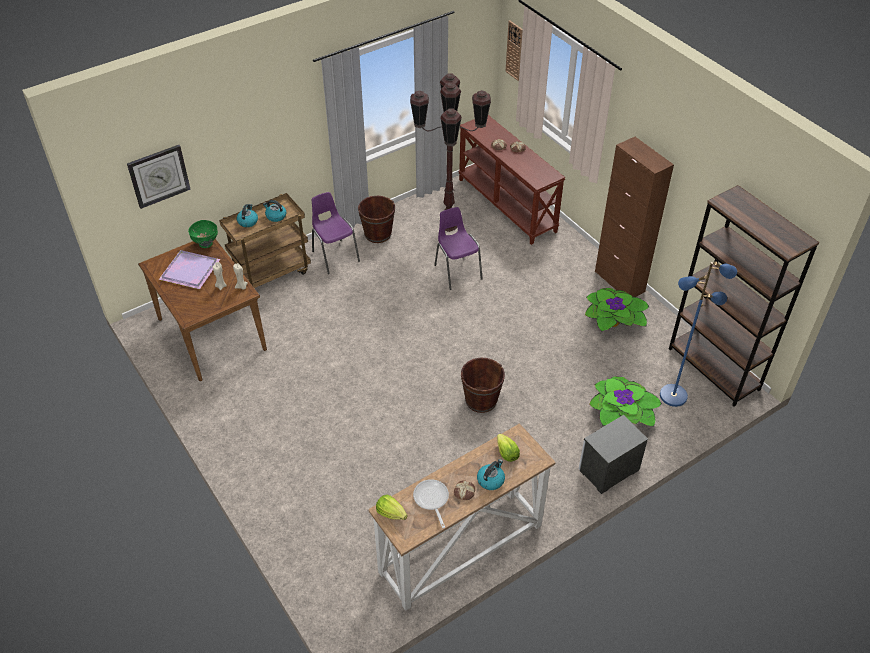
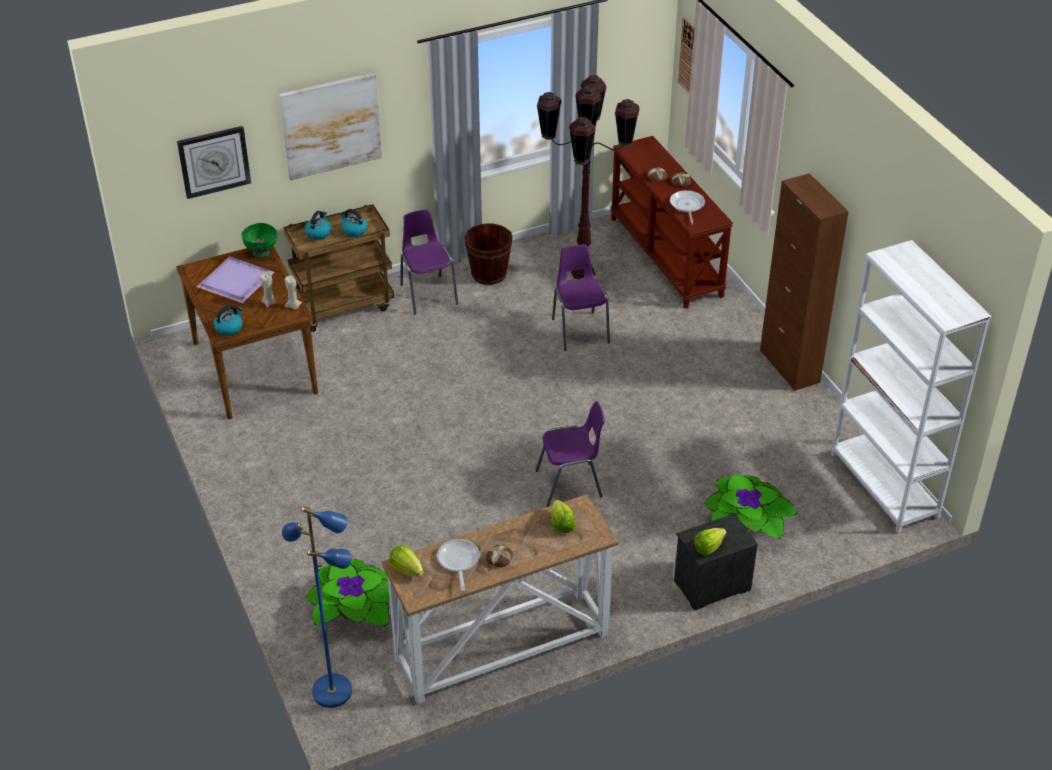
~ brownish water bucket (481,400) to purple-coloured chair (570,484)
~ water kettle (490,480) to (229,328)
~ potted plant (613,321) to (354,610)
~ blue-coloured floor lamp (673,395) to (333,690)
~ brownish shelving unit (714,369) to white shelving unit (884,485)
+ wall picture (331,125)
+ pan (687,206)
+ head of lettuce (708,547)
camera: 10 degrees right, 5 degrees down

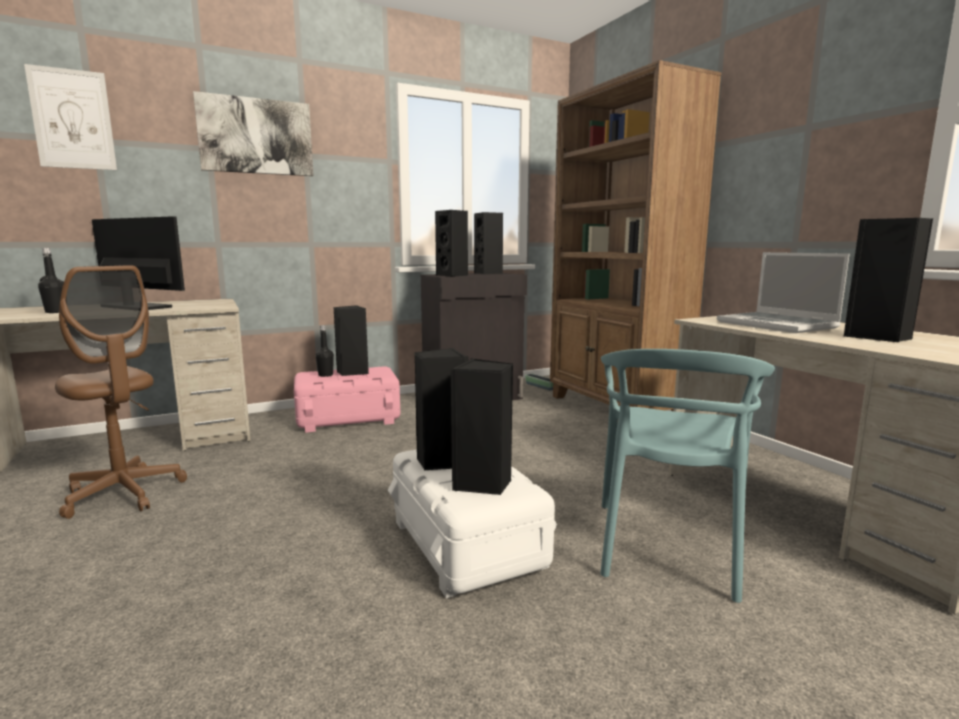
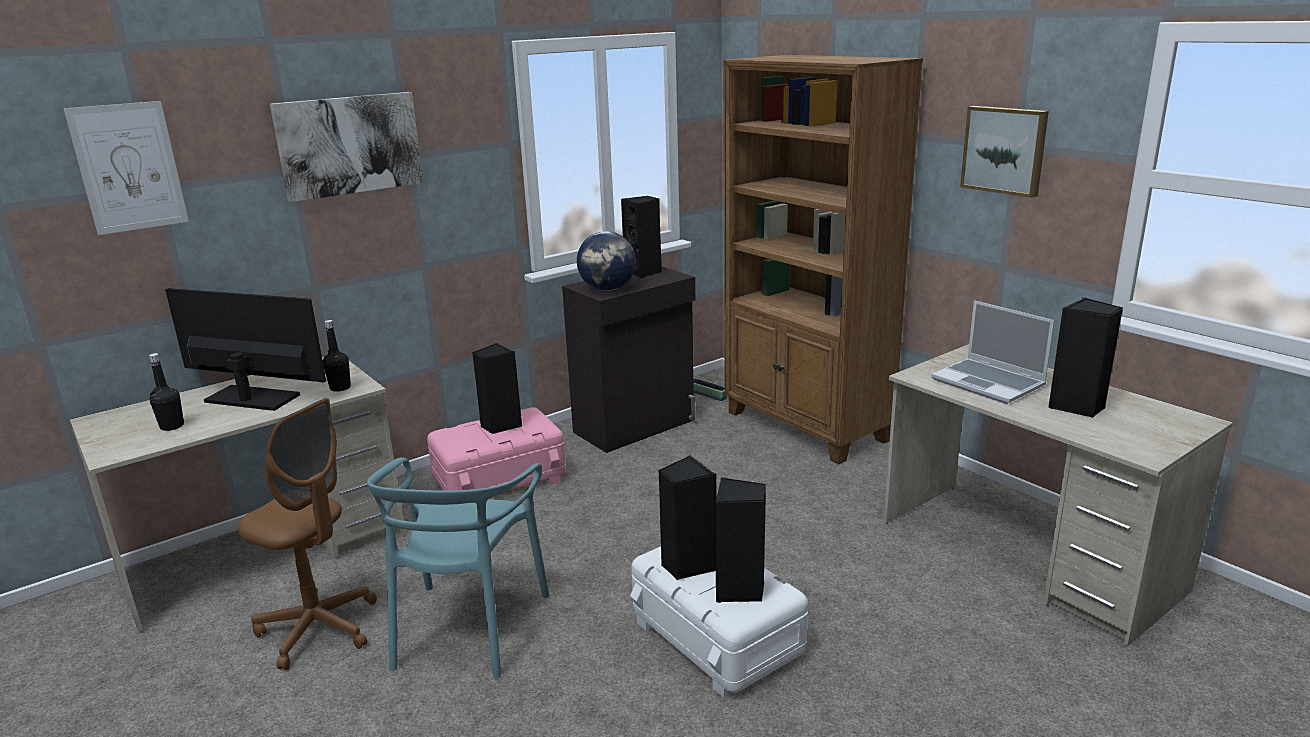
~ blackish drink bottle (325,375) to (340,388)
~ blackish audio speaker (453,275) to globe (608,289)
~ turquoise-coloured chair (668,546) to (468,628)
+ wall picture (1005,150)
camera: 10 degrees left, 10 degrees up

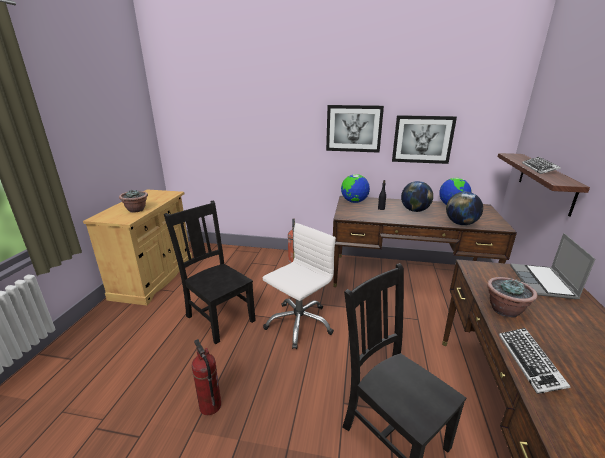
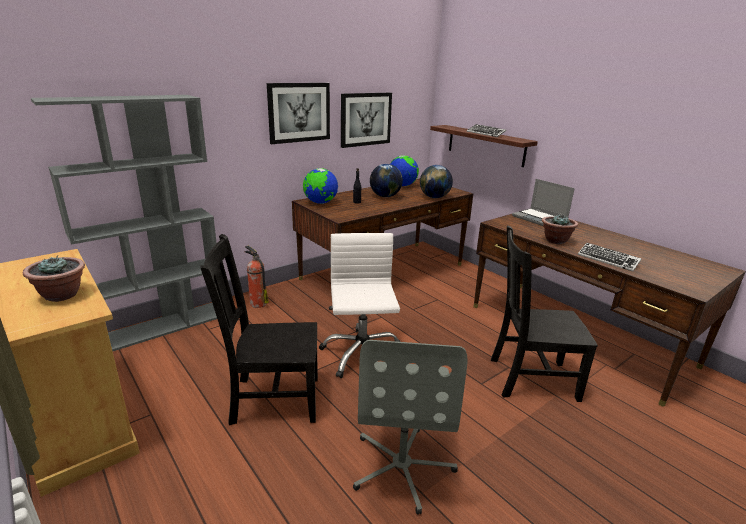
~ fire extinguisher (209,406) to greyish office chair (402,466)
+ greyish shelving unit (162,326)
camera: 50 degrees left, 0 degrees up

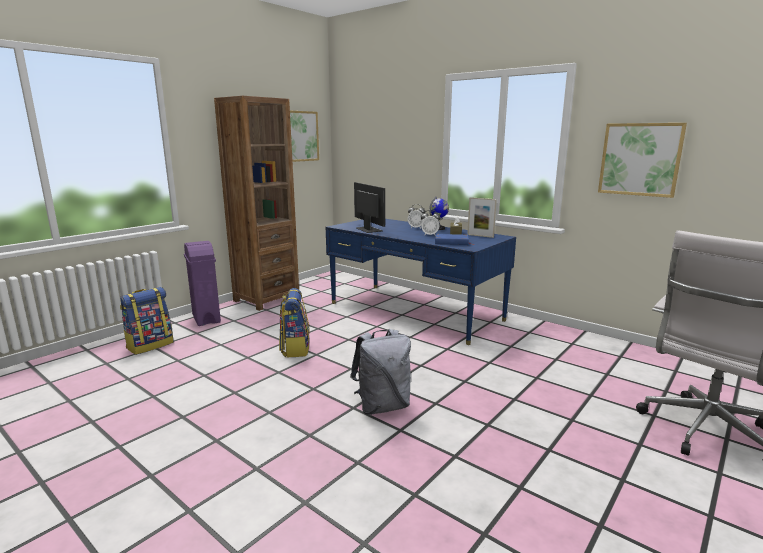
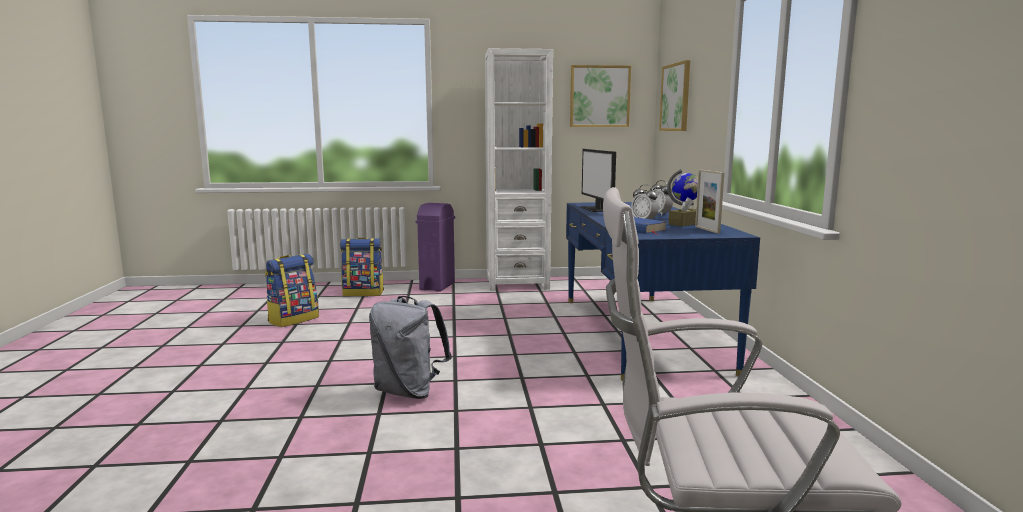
~ brownish shelving unit (266,299) to white shelving unit (517,284)
~ rucksack (295,348) to (293,320)
~ computer screen (368,229) = (597,209) 150 degrees clockwise
~ wall picture (640,159) to (676,97)
camera: 45 degrees right, 5 degrees down

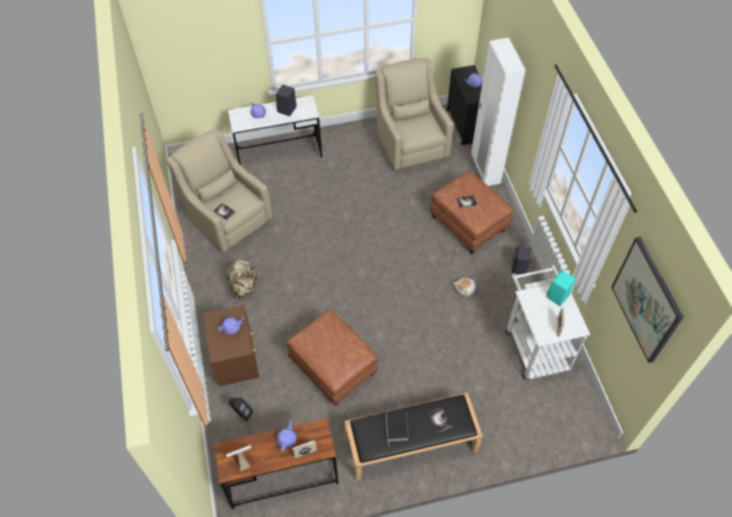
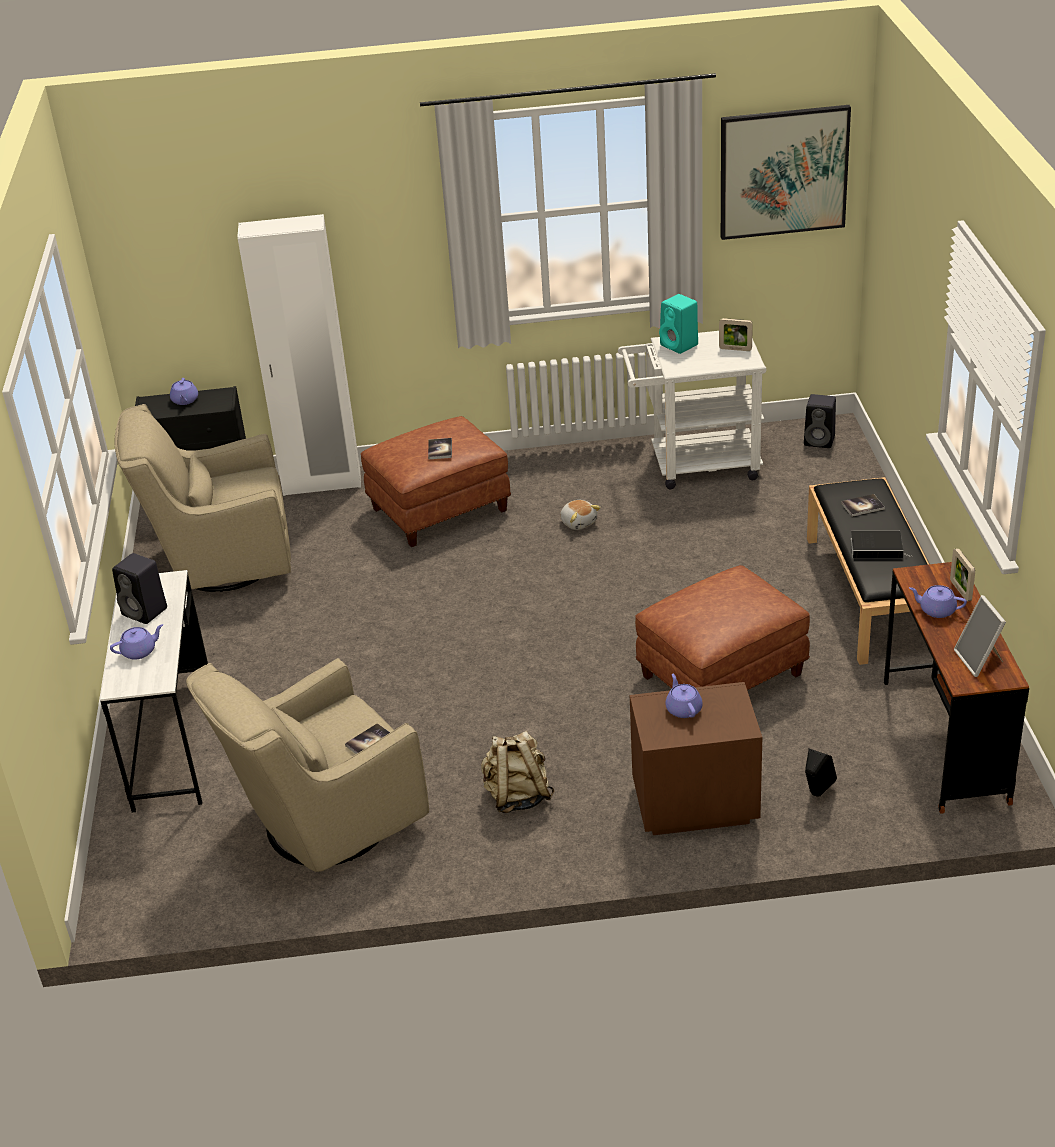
~ blackish audio speaker (519,268) to (820,441)
camera: 80 degrees left, 20 degrees down

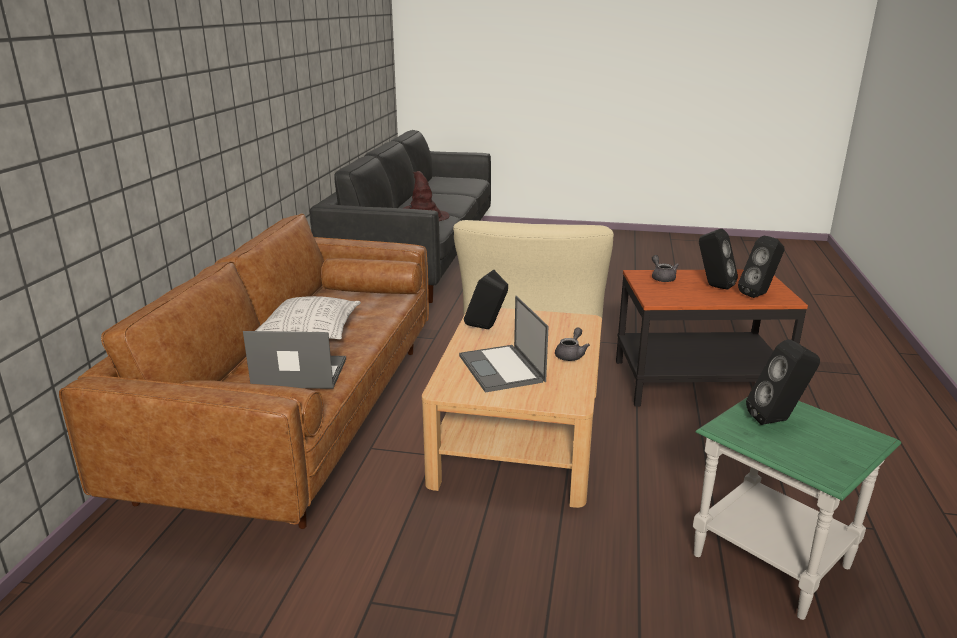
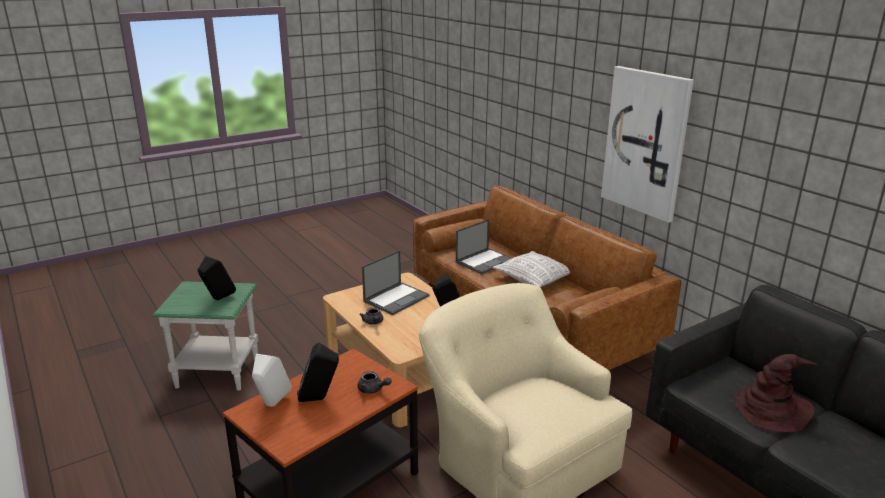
~ portable computer (502,369) = (396,298) 105 degrees clockwise
~ blackish audio speaker (759,295) to white audio speaker (272,405)
+ wall picture (646,142)
camera: 135 degrees right, 0 degrees up

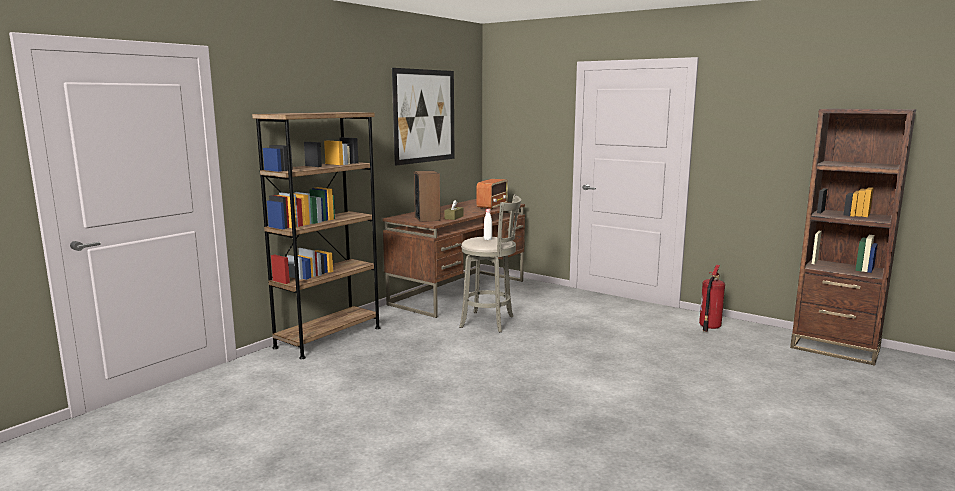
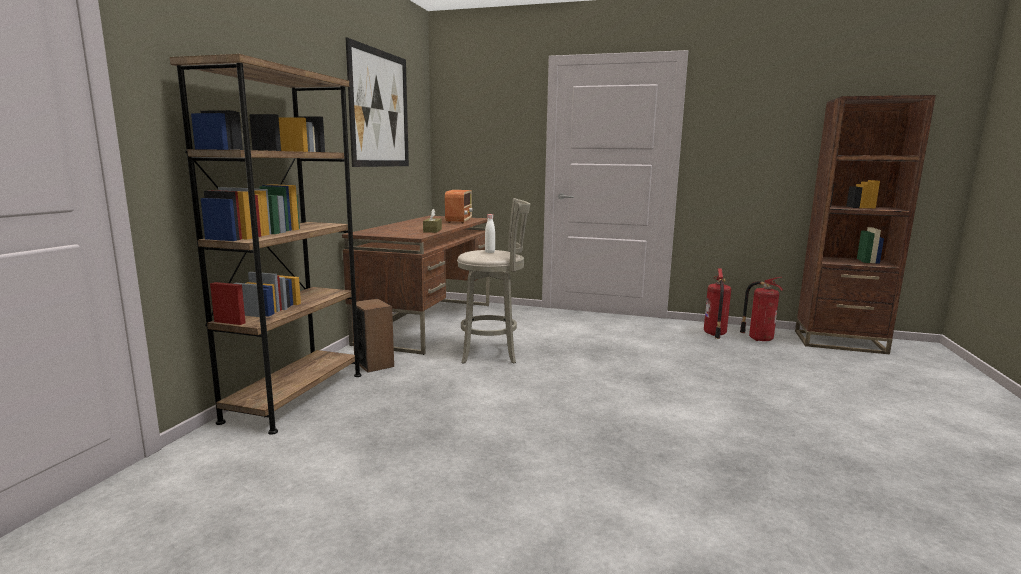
~ audio speaker (427,218) to (374,364)
+ fire extinguisher (759,339)
camera: 20 degrees left, 0 degrees up

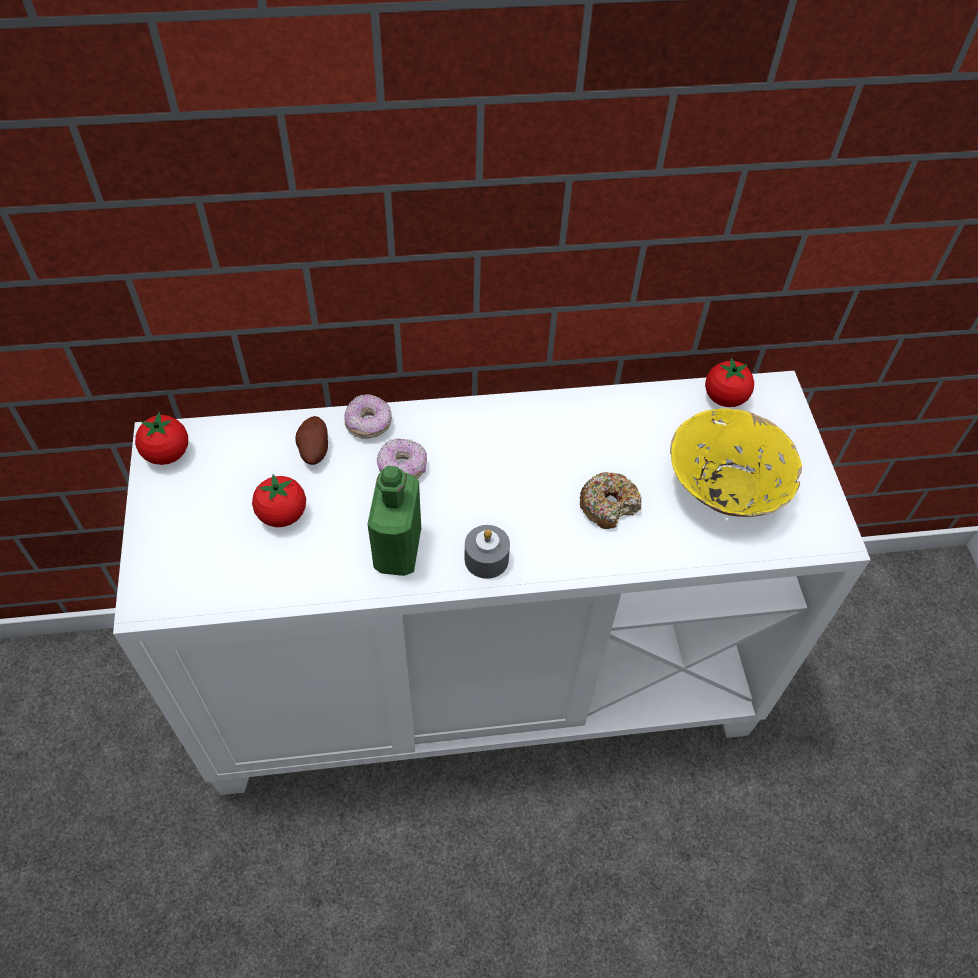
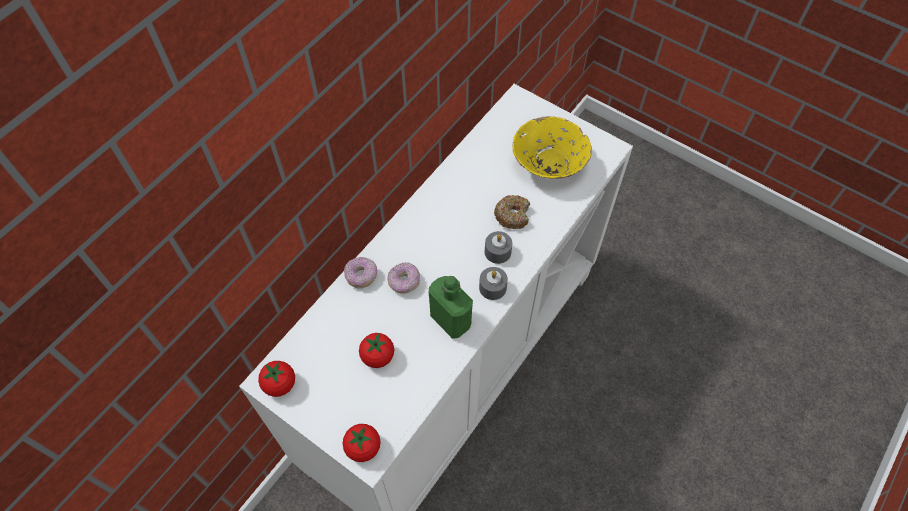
- spud (313,450)
~ whole tomato (724,398) to (363,447)
+ greyish candle (497,252)
camera: 45 degrees left, 5 degrees up

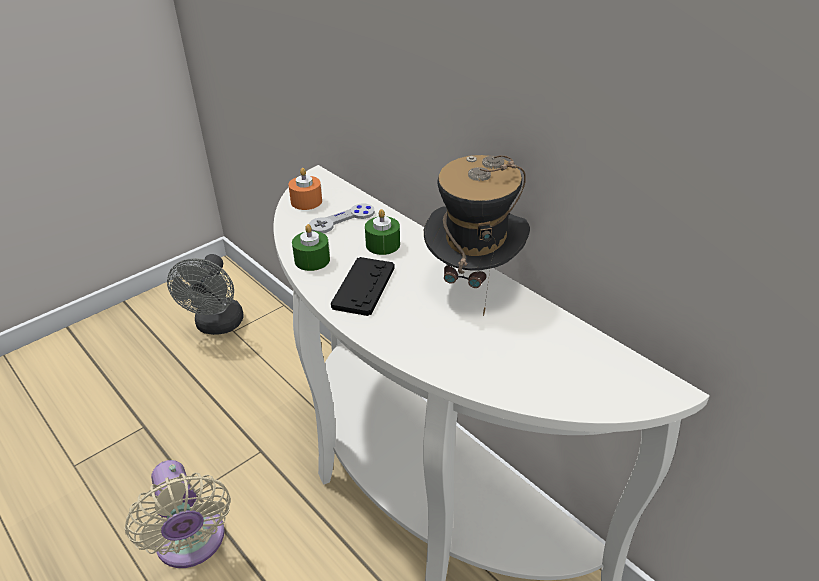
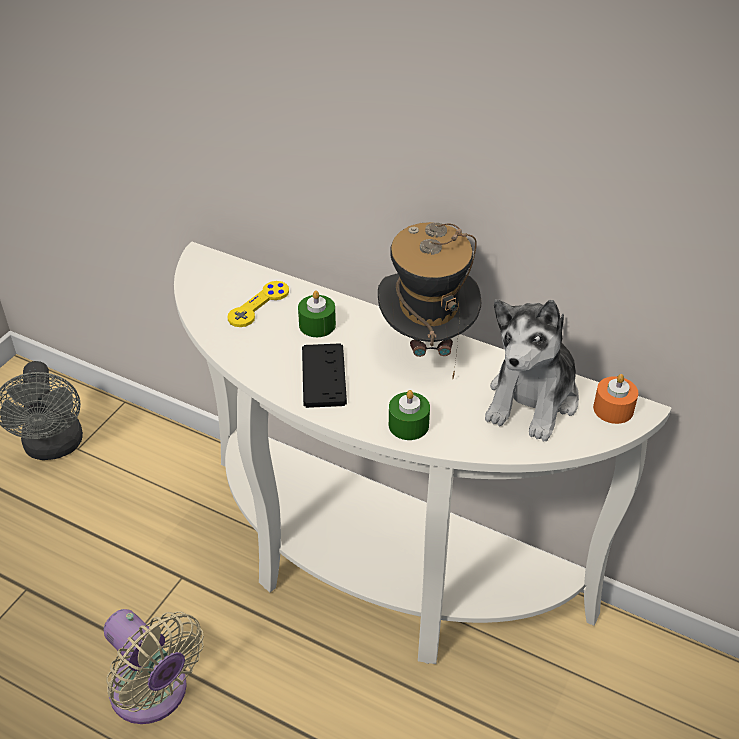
~ orange-coloured candle (306,201) to (613,409)
~ green candle (312,260) to (408,425)
~ greyish game controller (342,220) to yellow game controller (259,305)
+ cuddly toy (532,400)
camera: 20 degrees left, 5 degrees up

